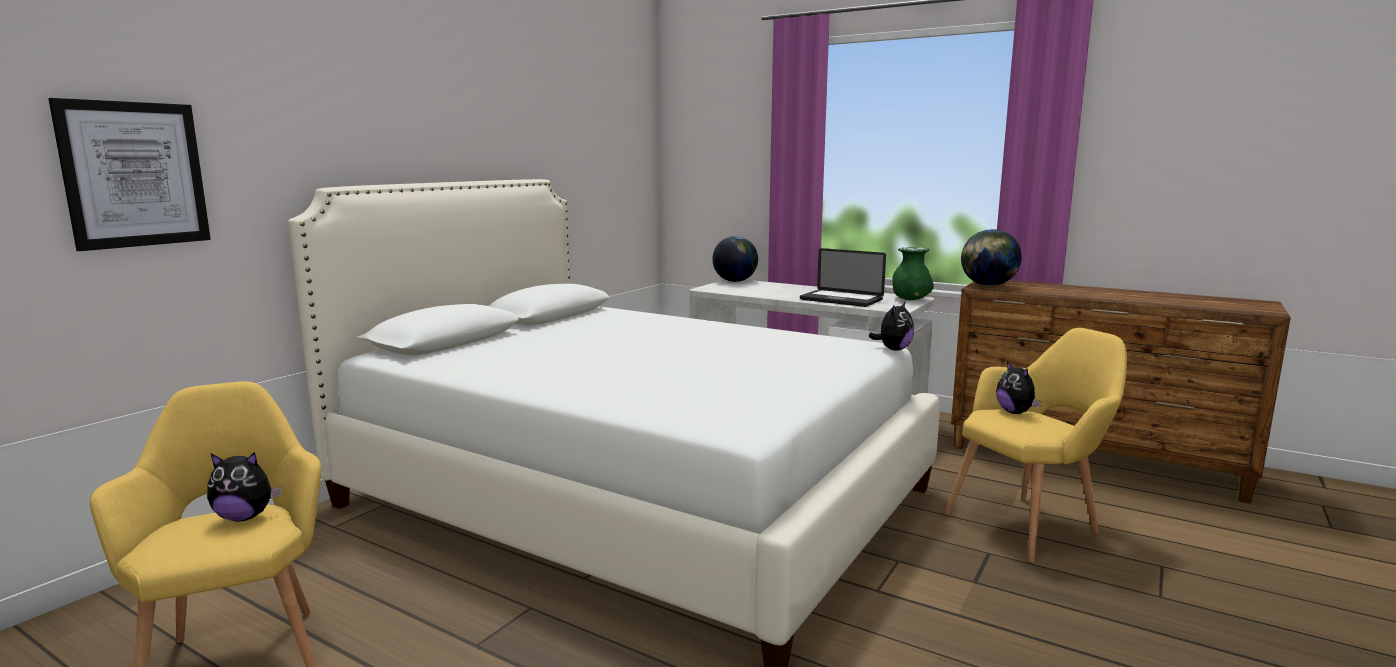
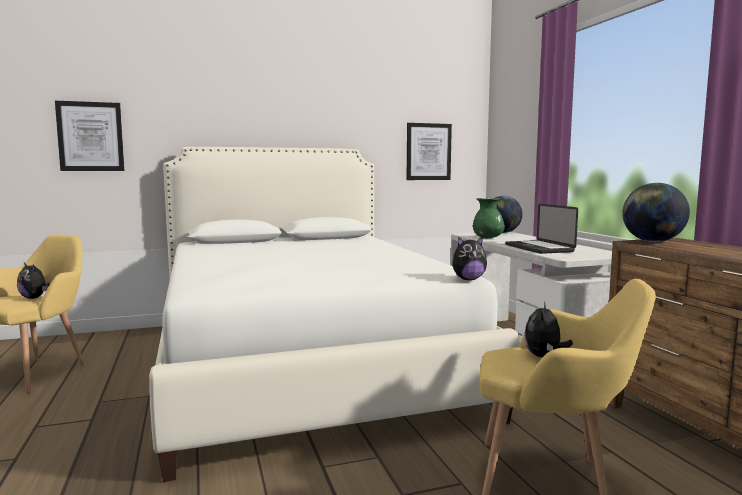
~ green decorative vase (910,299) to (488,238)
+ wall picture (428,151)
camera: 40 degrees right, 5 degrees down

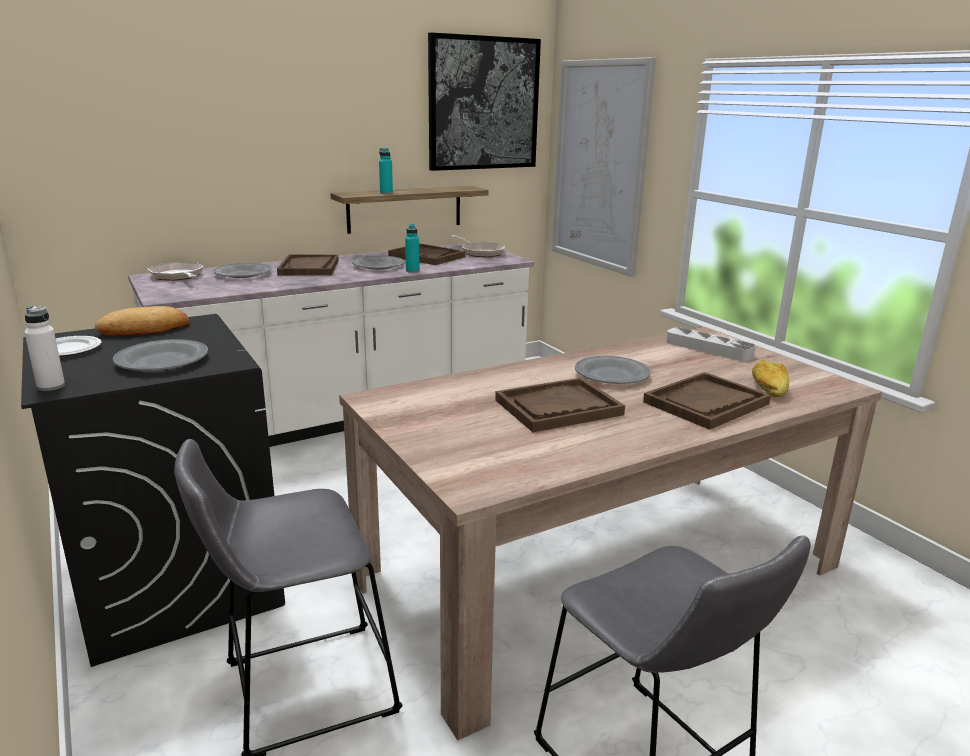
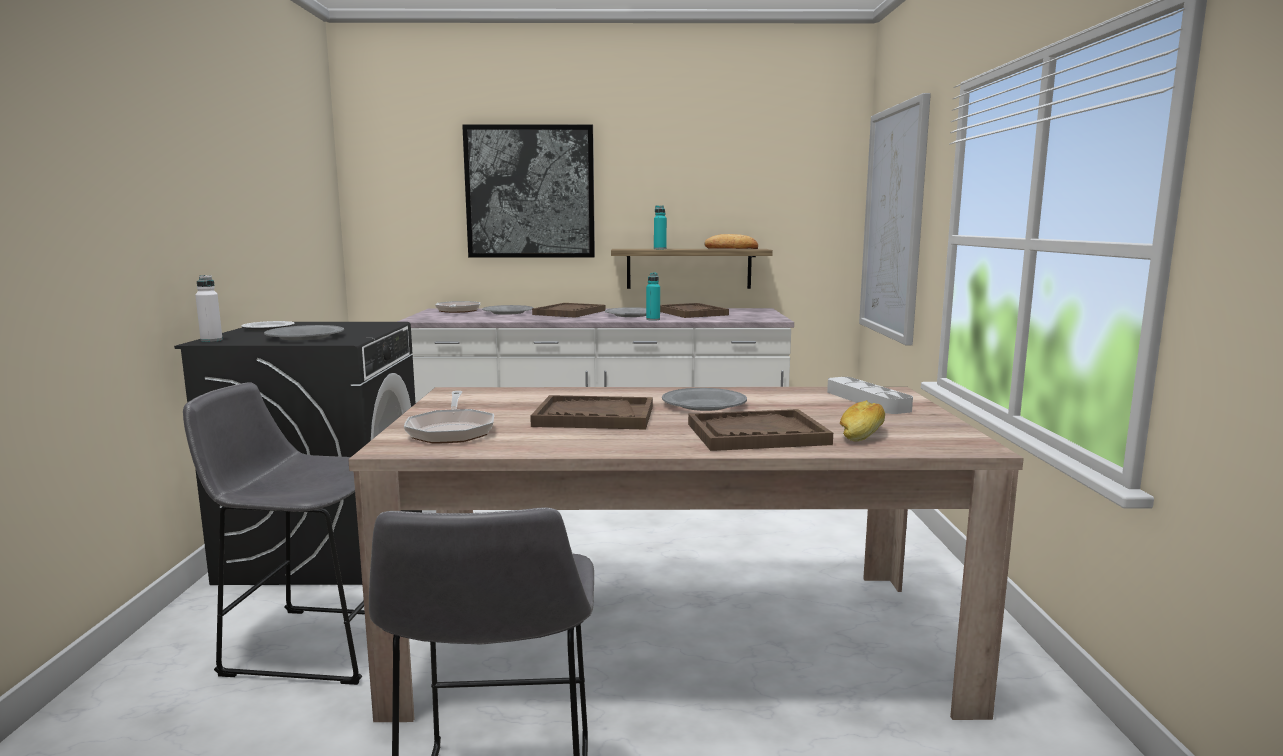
~ bakery bread (145,329) to (731,248)
~ wall picture (483,104) to (530,192)
~ pan (480,252) to (451,431)
camera: 30 degrees right, 10 degrees down

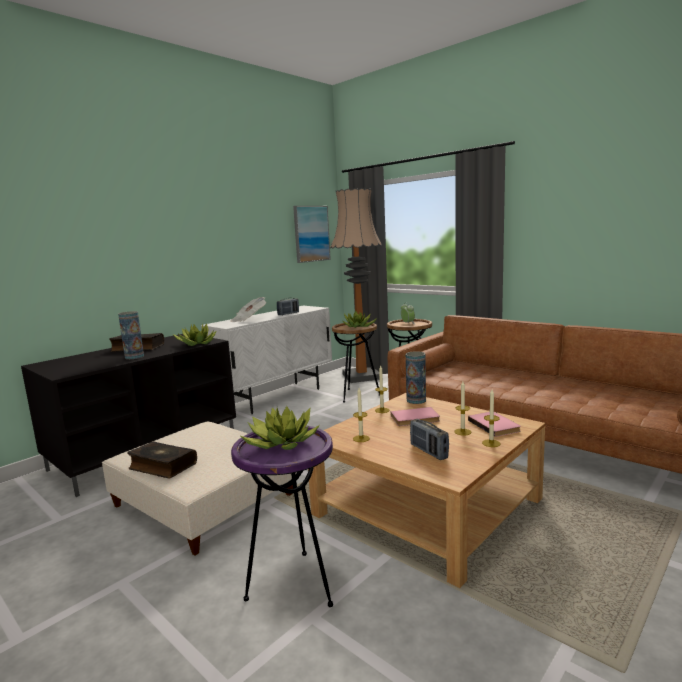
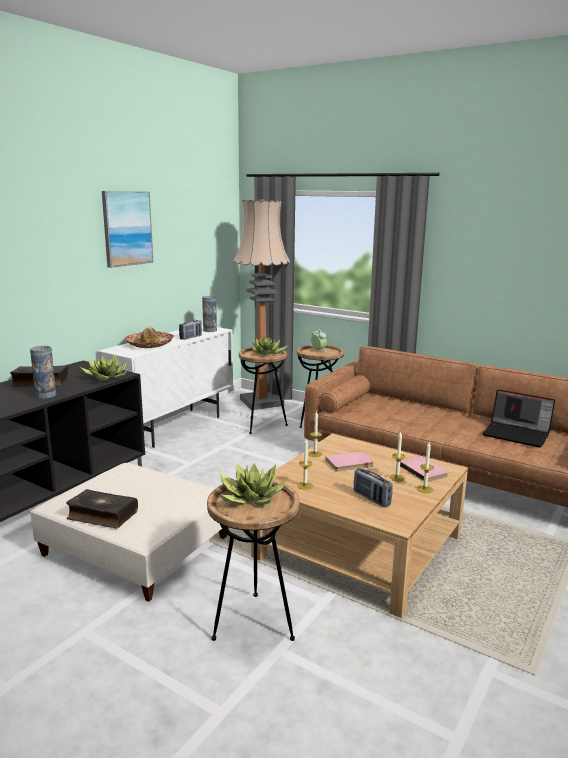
~ daily paper (249,319) to hat (150,344)
~ purple-coloured end table (293,585) to brownish end table (253,623)
~ wall picture (311,233) to (127,228)
~ decorative vase (416,400) to (210,330)
+ portable computer (517,434)
camera: 10 degrees left, 5 degrees up

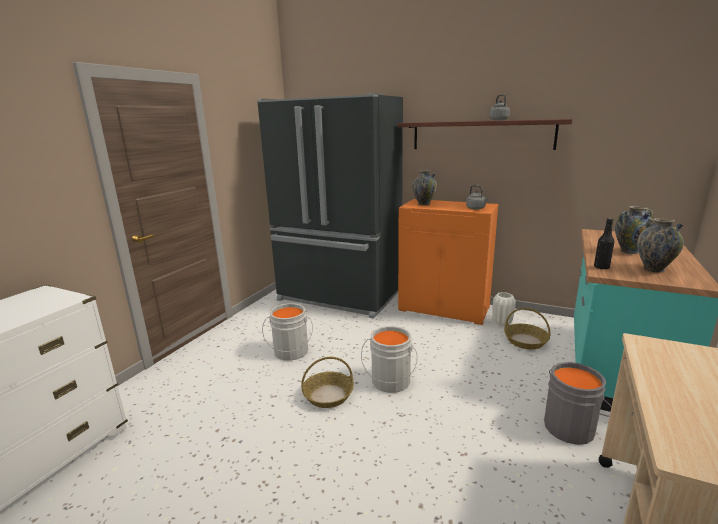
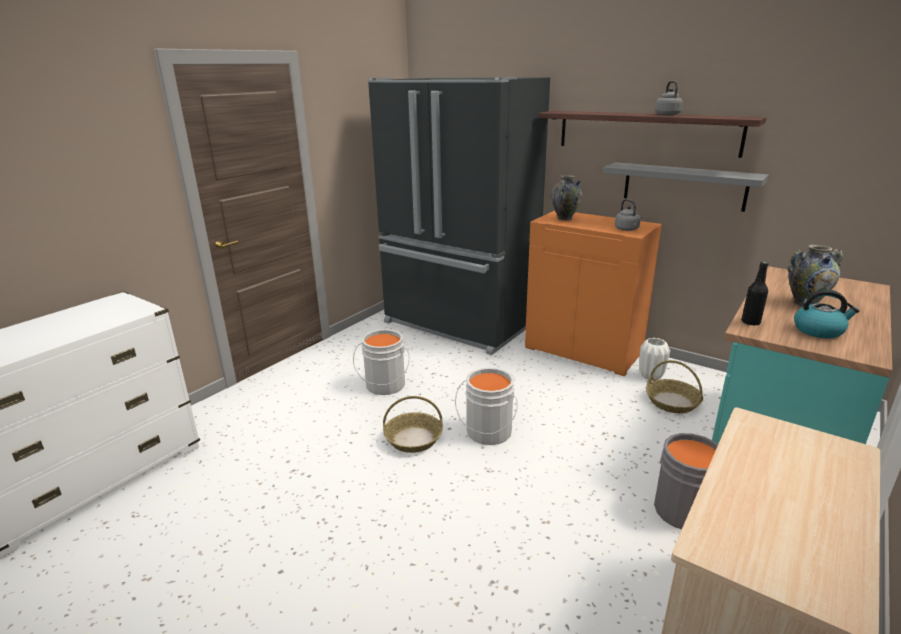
~ decorative vase (653,269) to water kettle (819,330)
+ greyish shelf (683,186)
camera: 10 degrees right, 5 degrees up

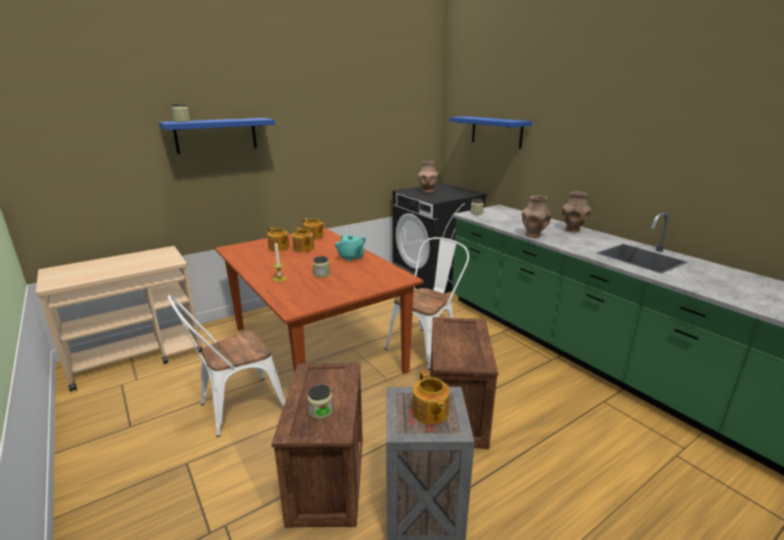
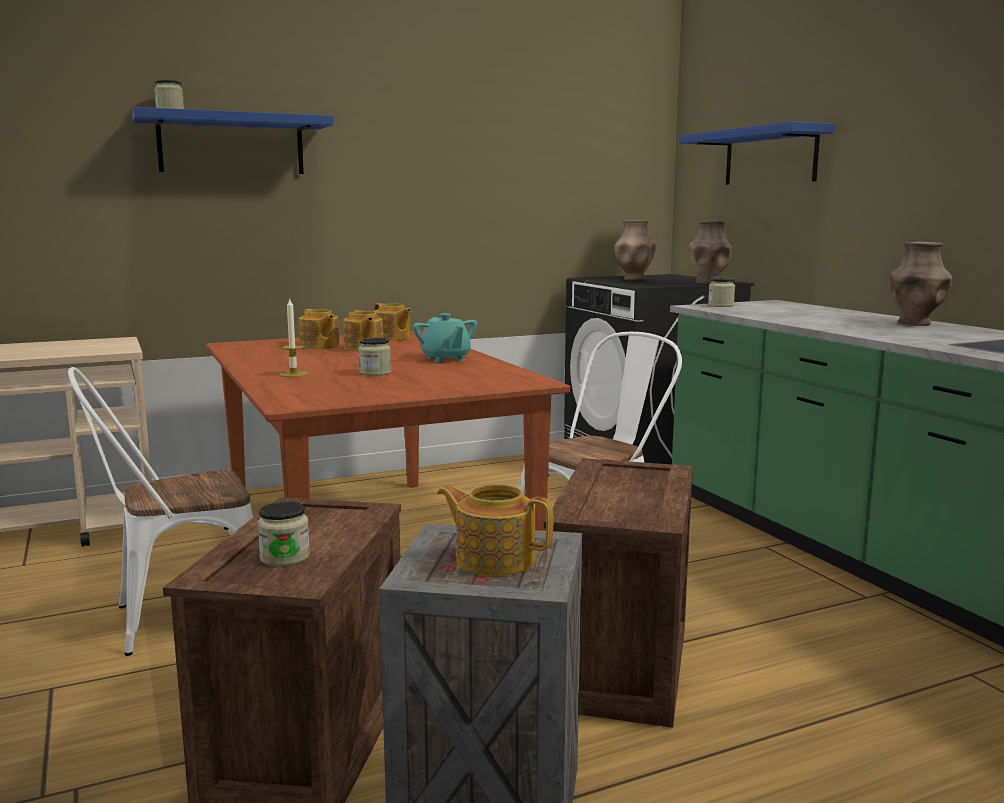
~ teapot (430,412) = (494,559) 120 degrees clockwise
~ brownish decorative vase (533,235) to (708,283)
camera: 10 degrees right, 10 degrees down

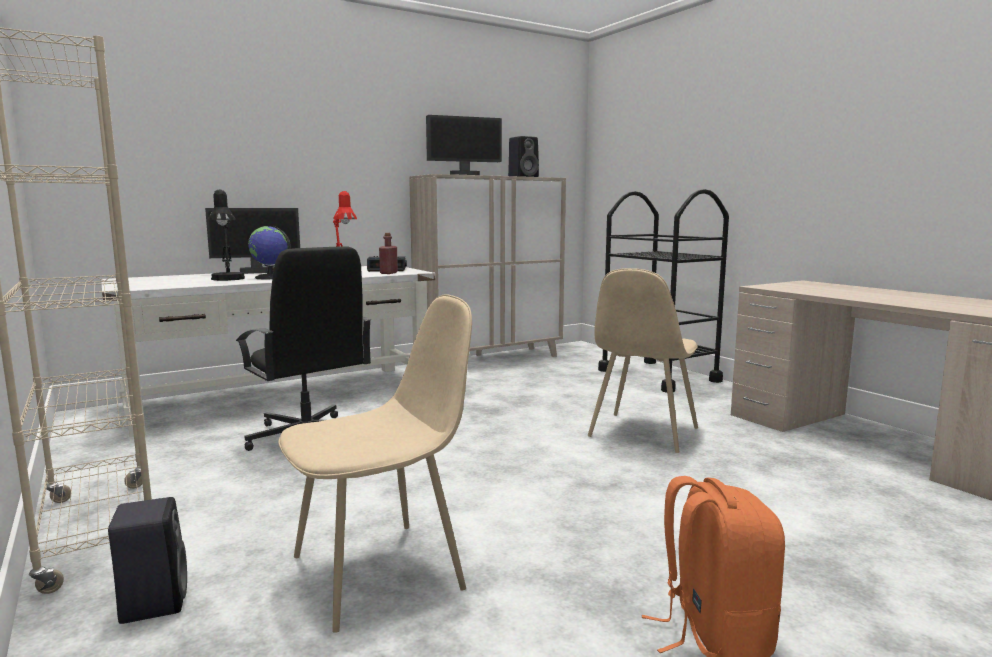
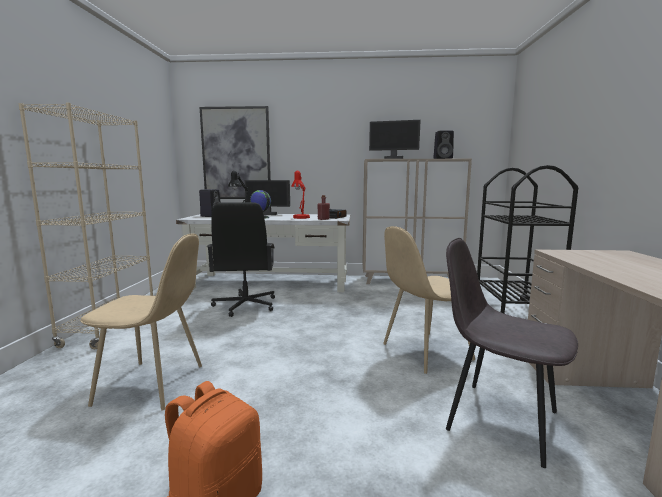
~ blackish audio speaker (153,601) to (211,216)
+ wall picture (236,153)
+ greyish chair (498,419)
camera: 35 degrees right, 0 degrees up

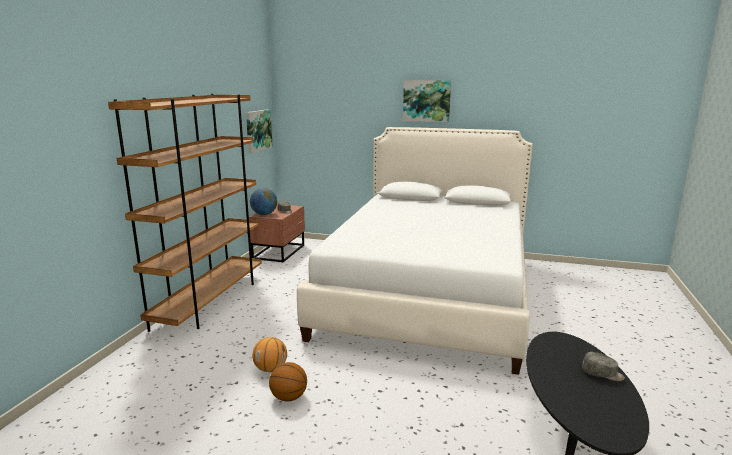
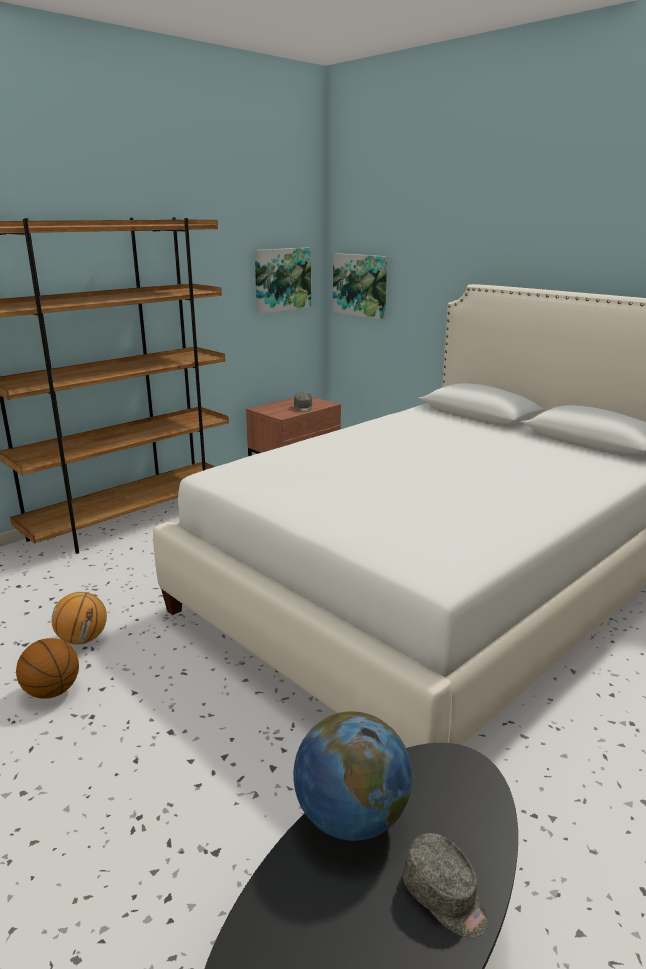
~ globe (264,214) to (351,817)
~ wall picture (426,100) to (360,285)
camera: 30 degrees right, 5 degrees up

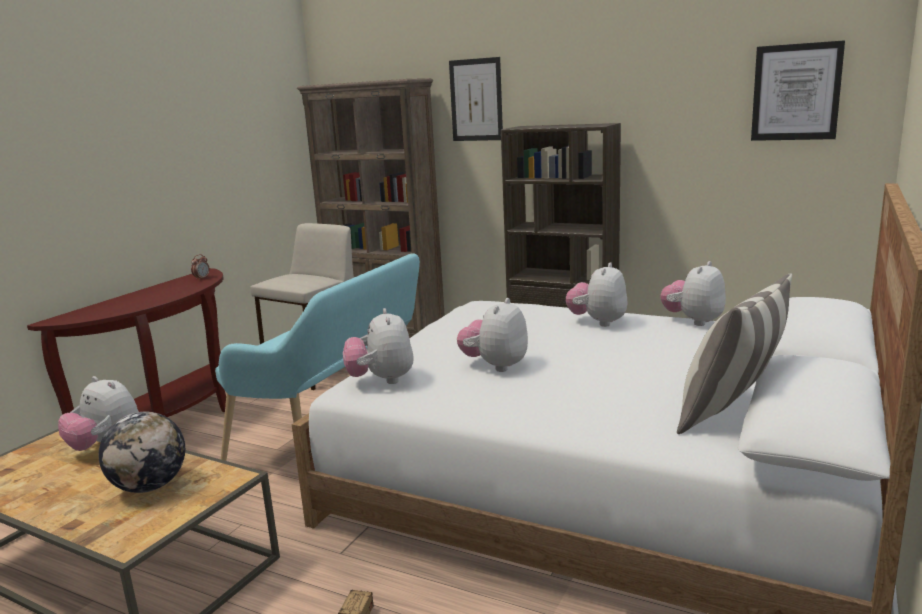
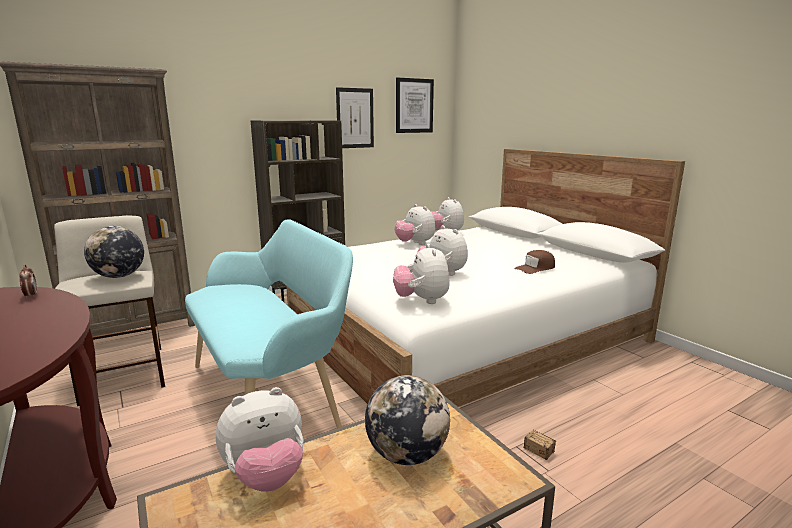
~ cuddly toy (381,380) = (422,301) 60 degrees clockwise
~ wall picture (476,100) to (355,118)
- throw pillow (731,414)
+ globe (119,276)
+ brownish cap (535,268)
camera: 60 degrees left, 0 degrees up

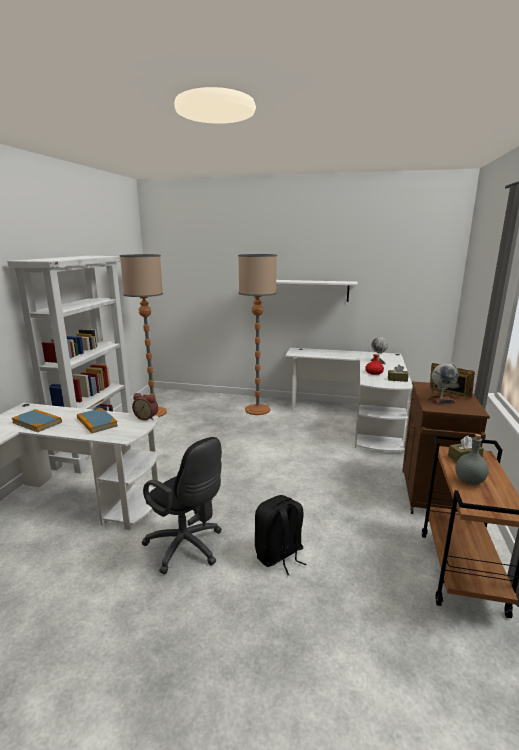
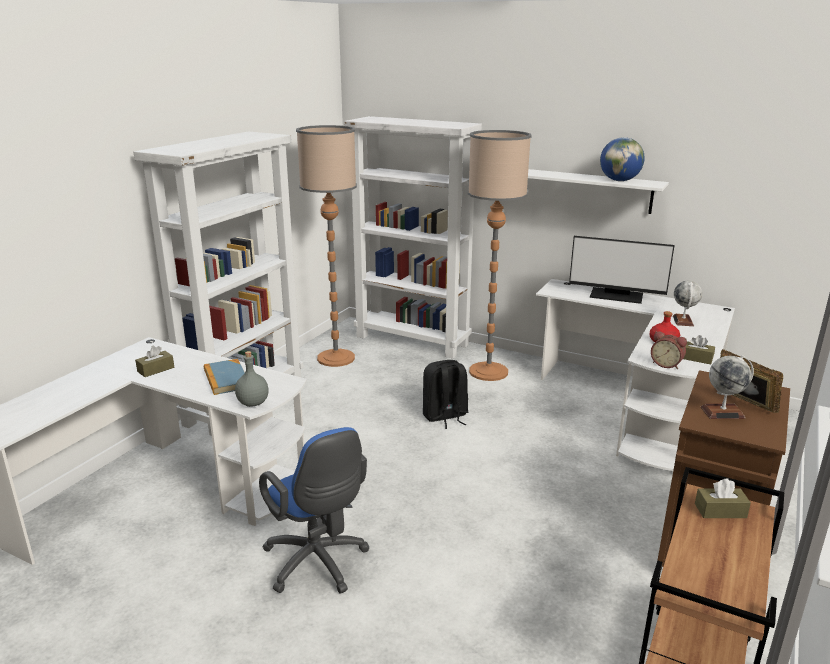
~ bound book (37,422) to brownish box of tissues (156,369)
~ table clock (147,417) to (666,364)
~ blackish office chair (187,548) to blue-coloured office chair (318,564)
~ blackish rucksack (279,556) to (445,416)
~ greyish drink bottle (470,481) to (253,403)
+ white shelving unit (413,340)
+ computer screen (616,296)
+ globe (619,180)
camera: 15 degrees right, 5 degrees up

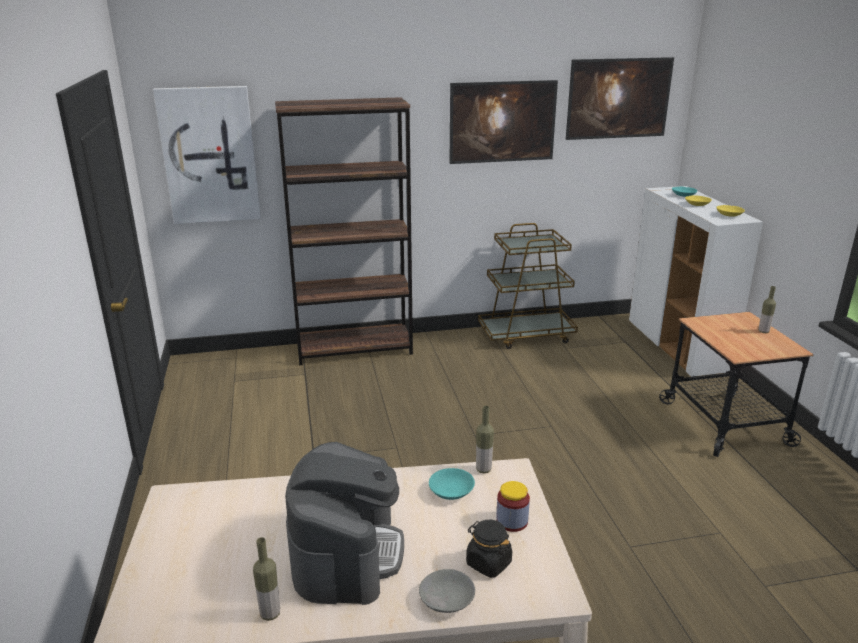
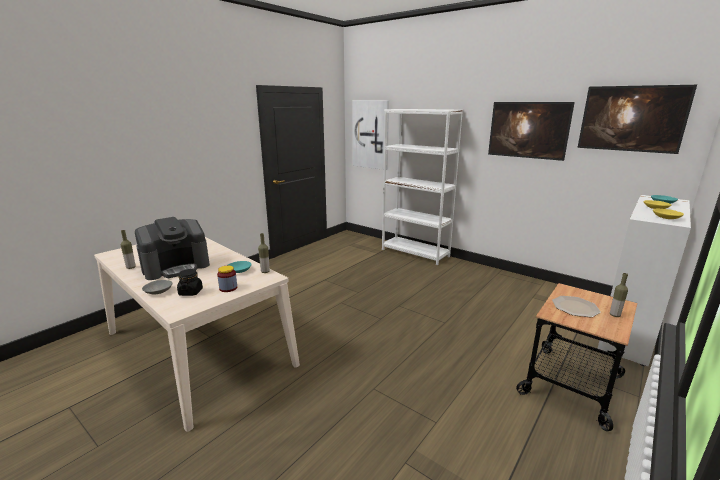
~ brownish shelving unit (354,349) to white shelving unit (415,253)
- brownish trolley (526,335)
+ flat dish (574,307)
camera: 50 degrees right, 5 degrees down

